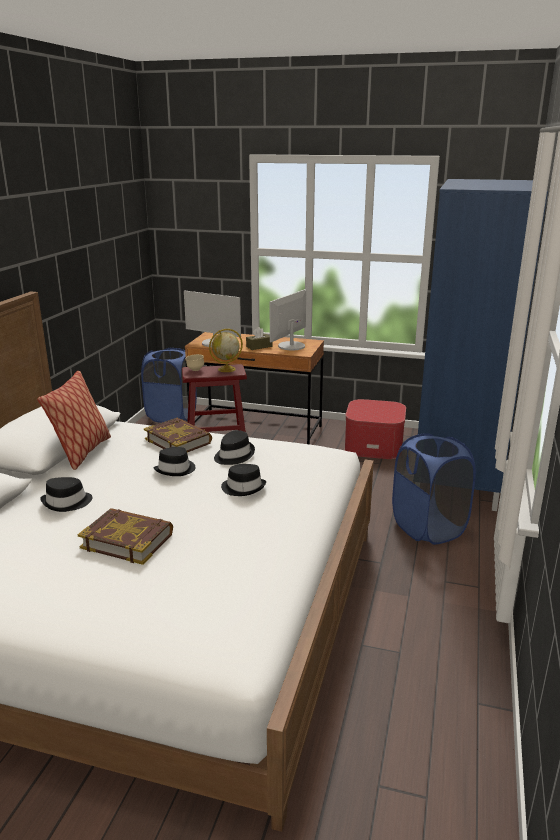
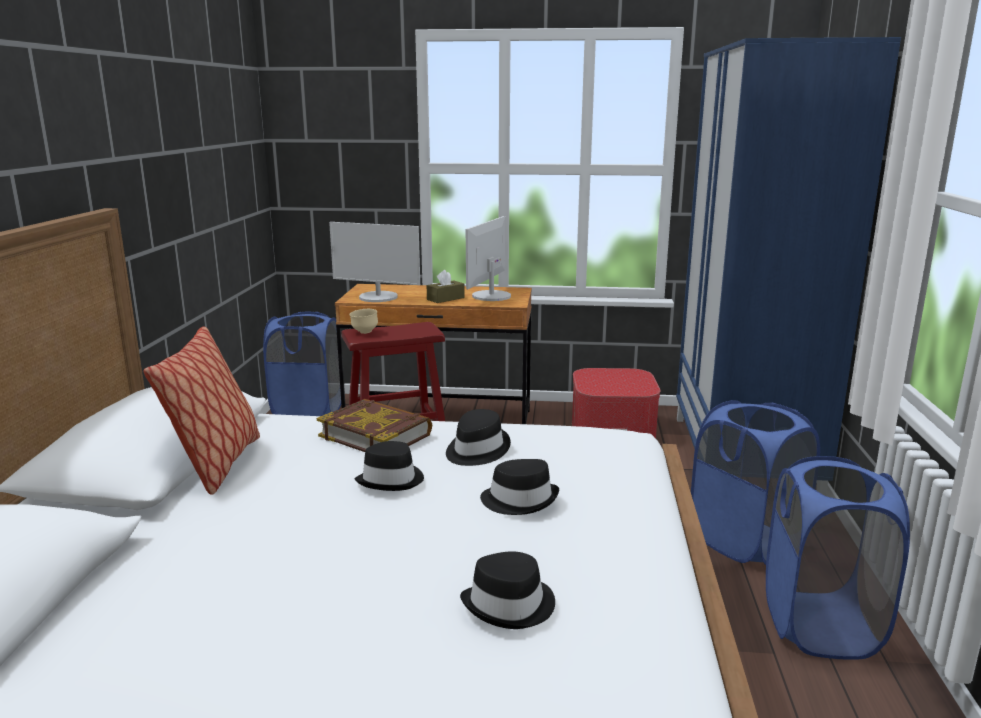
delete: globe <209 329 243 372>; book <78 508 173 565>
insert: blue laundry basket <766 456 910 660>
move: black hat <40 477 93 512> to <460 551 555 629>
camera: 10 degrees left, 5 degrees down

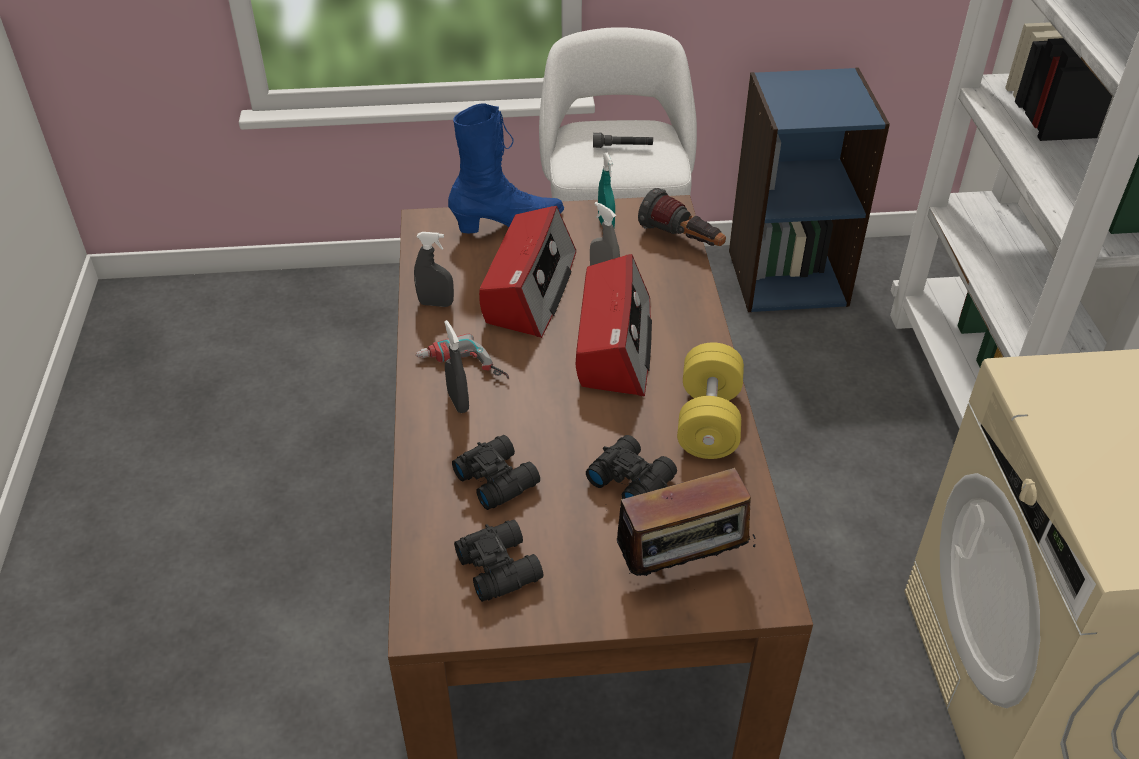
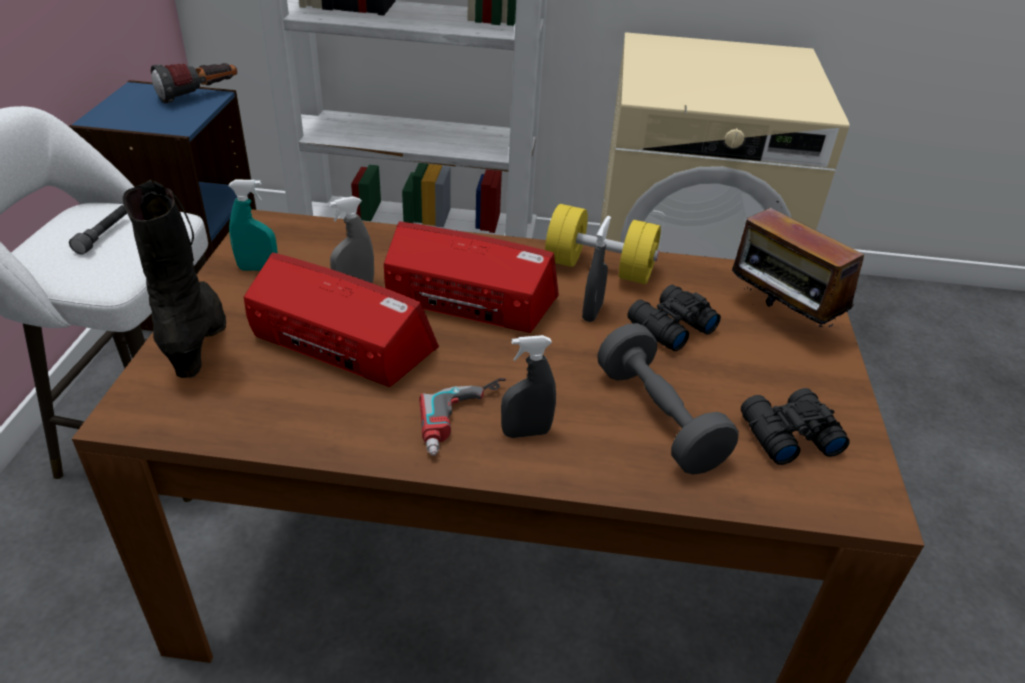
move: flashlight <638 188 726 246> to <151 63 237 103>; grey spray bottle <414 232 454 307> to <582 216 611 322>
replace: black binoculars <452 435 540 510> to grey dumbbell <597 323 739 474>
recolor: blue boot <448 103 564 234> to black boot <122 180 226 378>
rotate: radio <606 468 756 585> = <732 201 864 331> 150 degrees clockwise
camera: 80 degrees left, 5 degrees down

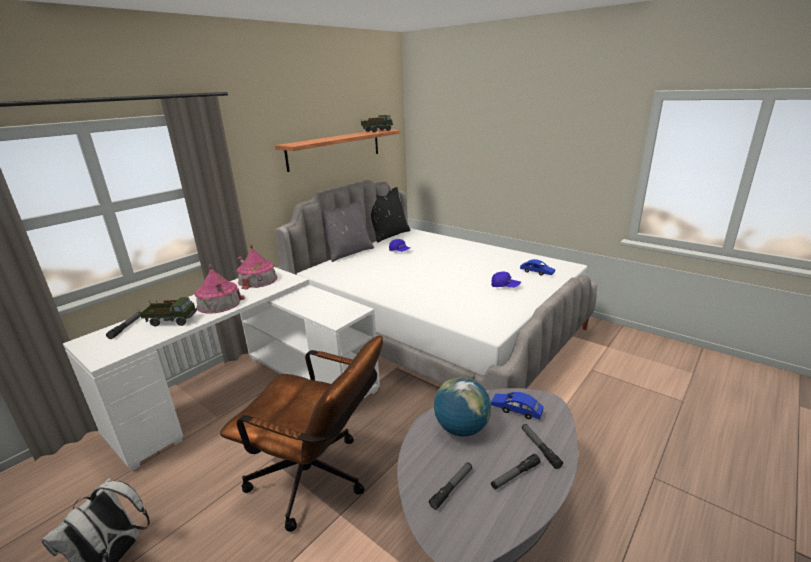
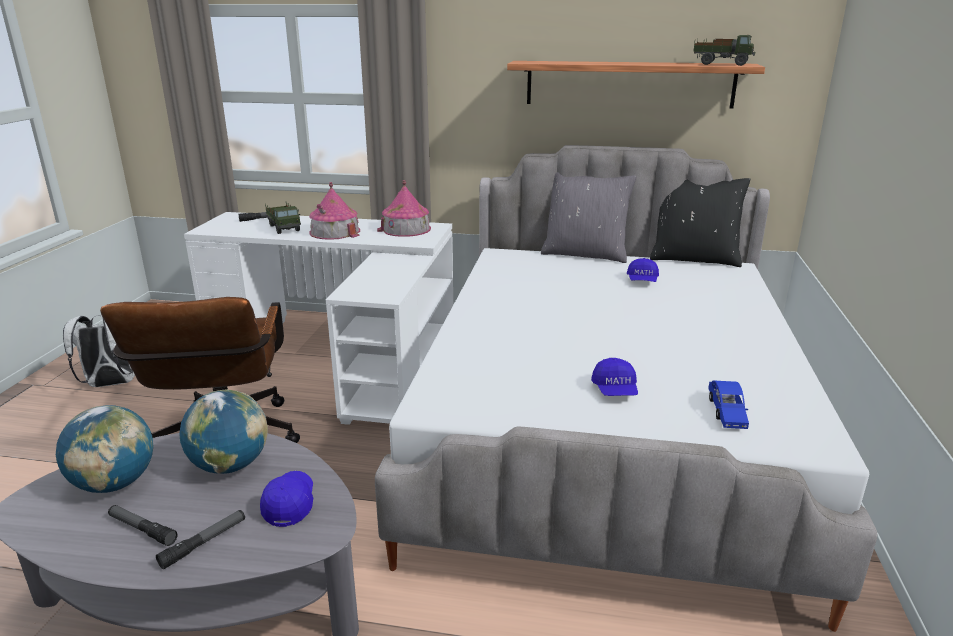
replace: blue toy car <491 392 544 419> to blue cap <260 471 313 527>; flashlight <429 462 472 510> to globe <56 405 153 493>
camera: 60 degrees right, 0 degrees up

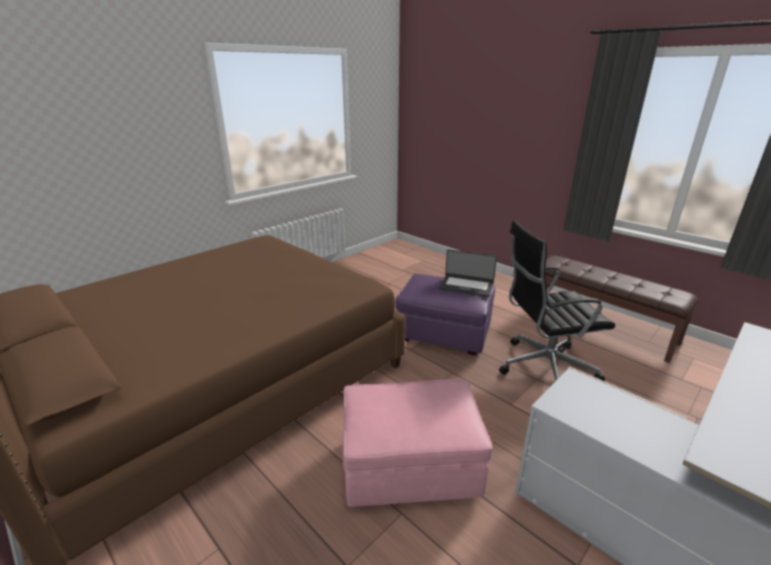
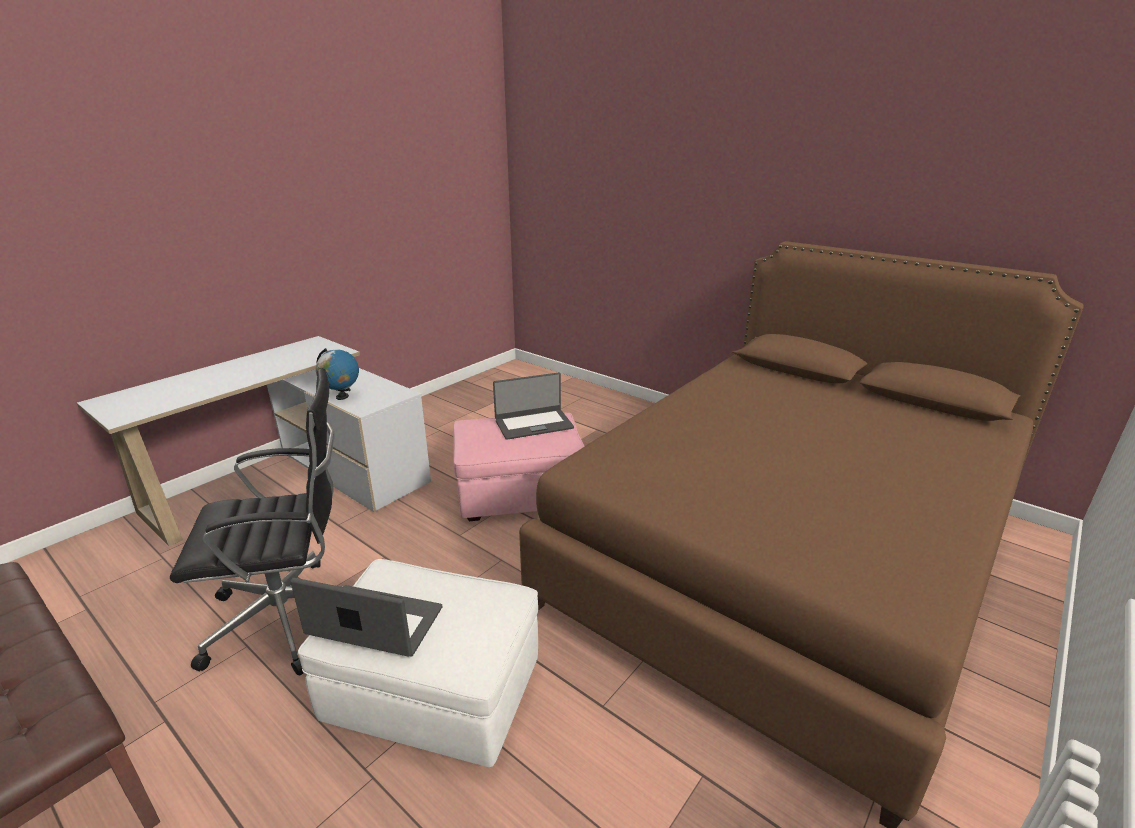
insert: globe <316 348 359 400>; laptop <493 372 574 440>
recolor: purple ottoman <395 274 495 355> to white ottoman <298 559 538 767>
camera: 175 degrees right, 0 degrees up

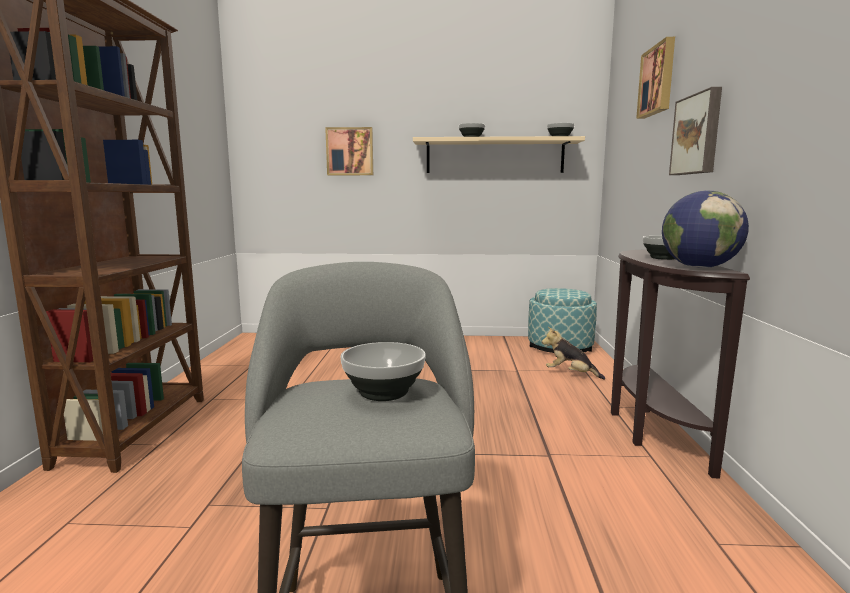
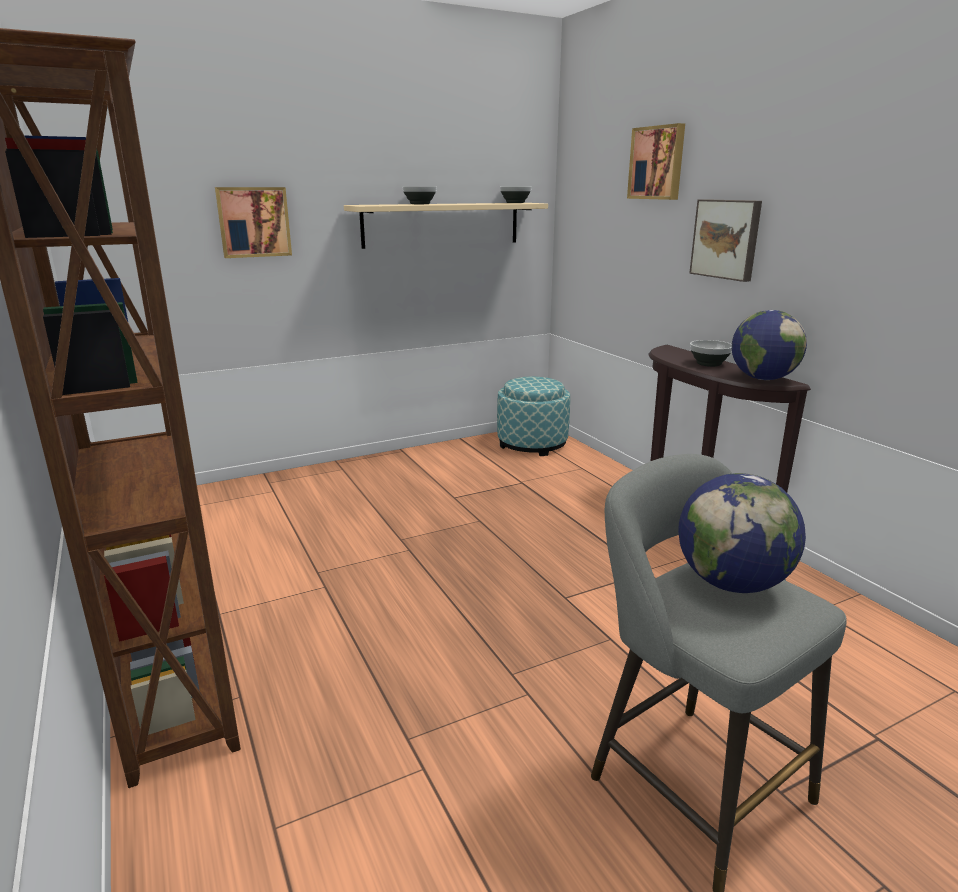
delete: plush toy <542 327 605 380>
replace: bowl <341 342 426 401> to globe <678 473 806 593>
camera: 30 degrees left, 10 degrees up

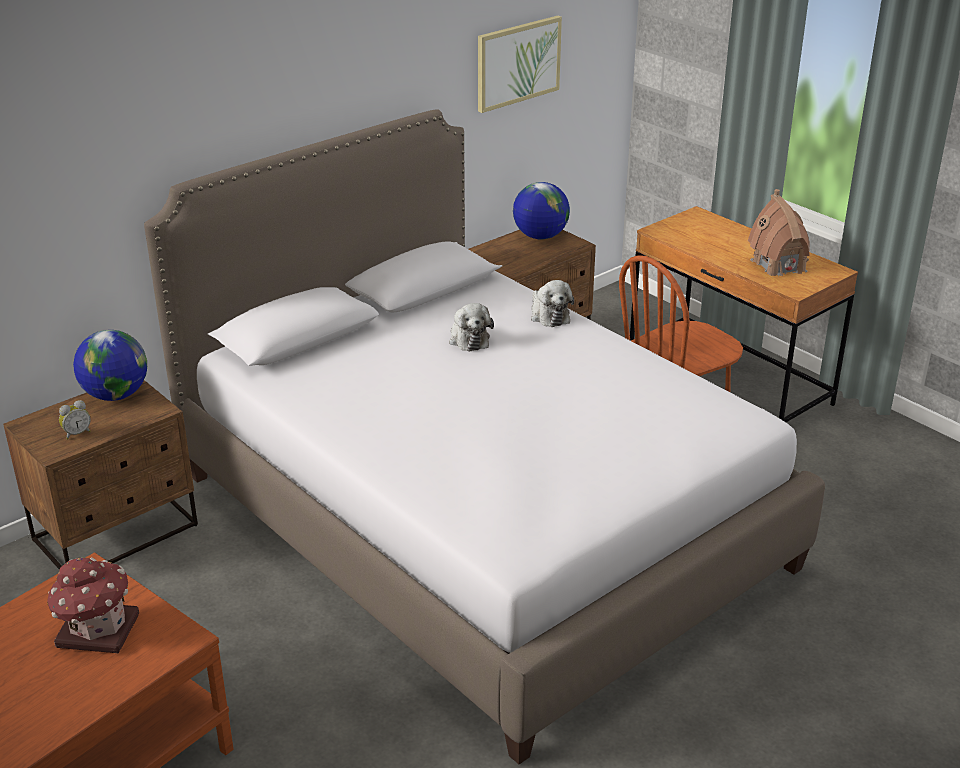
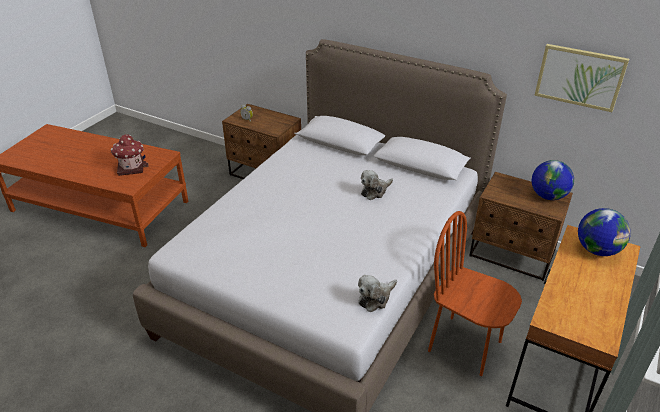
delete: toy house <748 189 810 276>
move: plush toy <531 280 574 327> to <358 275 397 312>; globe <73 330 147 401> to <578 208 631 256>
camera: 70 degrees right, 5 degrees up

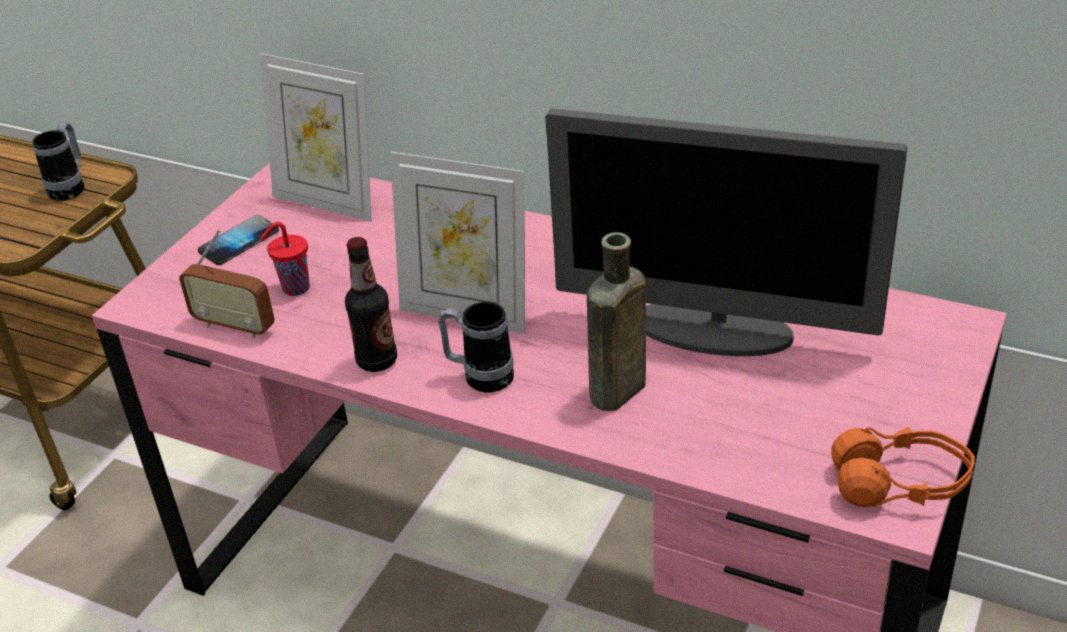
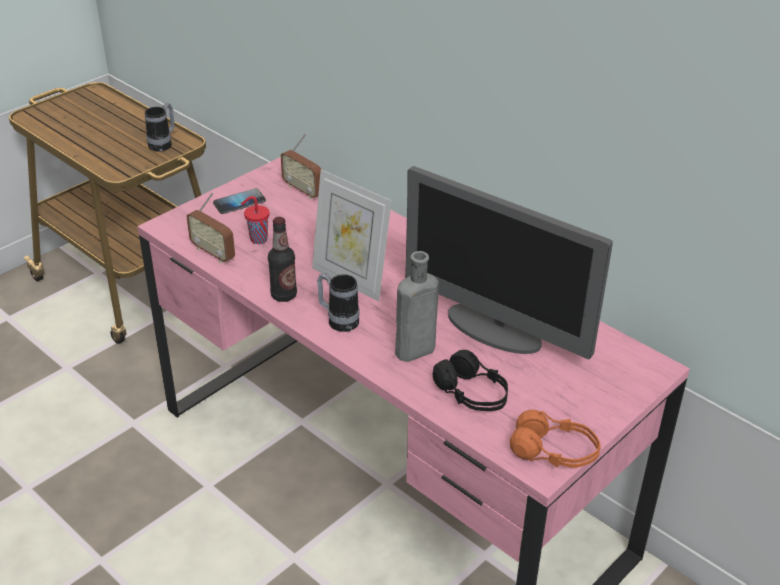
insert: black headphones <433 350 508 411>
replace: picture frame <260 53 372 222> to radio <281 133 322 199>
recolor: brown bottle <587 232 646 411> to grey bottle <395 251 439 362>
camera: 15 degrees right, 0 degrees up

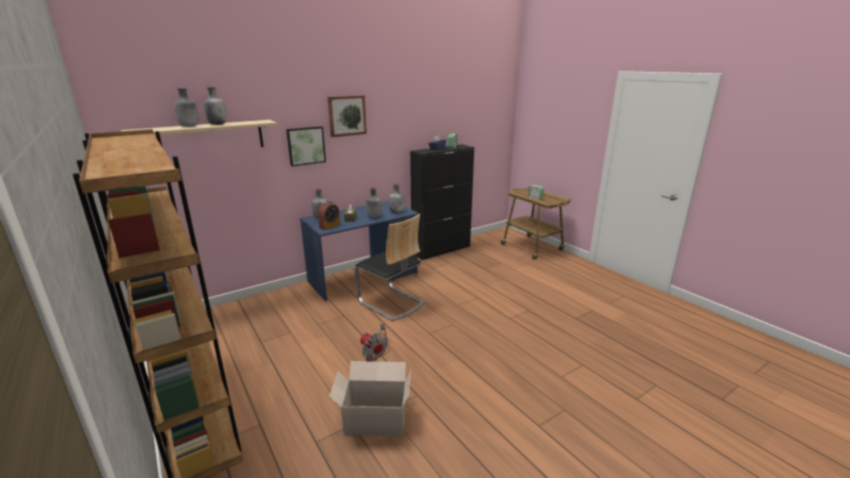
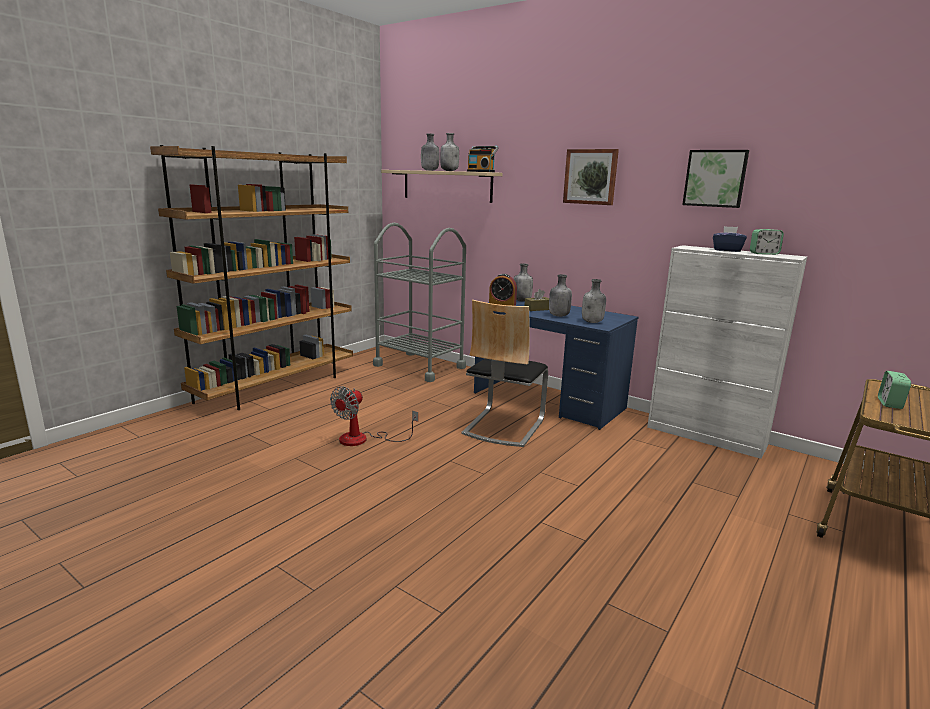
delete: cardboard box <329 361 411 436>
insert: radio <467 146 498 172>; grey cart <373 223 466 382>
move: picture <286 126 326 166> to <682 150 749 208>
recolor: black cabinet <410 144 474 260> to white cabinet <647 245 807 459>
camera: 70 degrees right, 5 degrees down

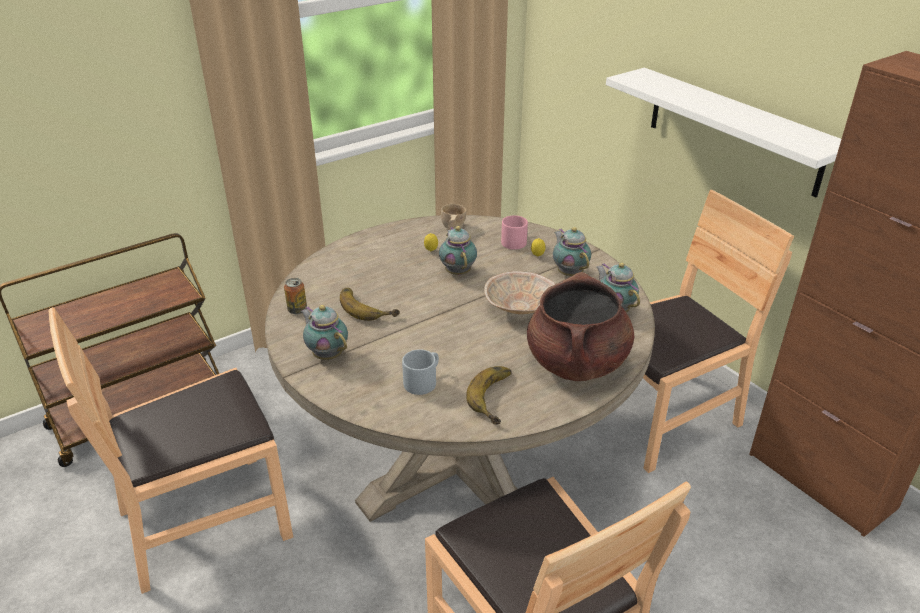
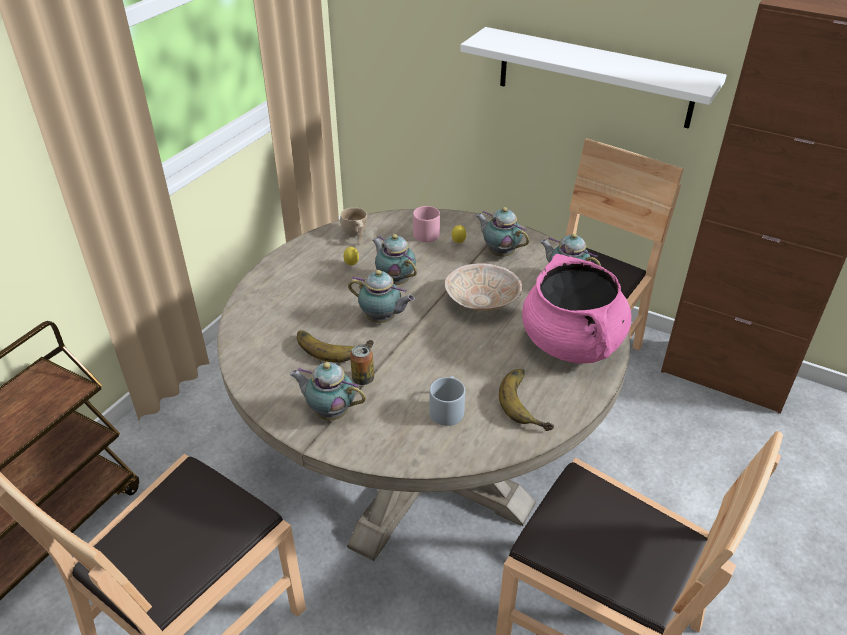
insert: teapot <348 270 415 323>
move: can <284 278 307 314> to <350 344 374 385>
recolor: brown cooking pot <527 272 634 381> to pink cooking pot <522 254 631 364>
camera: 25 degrees left, 5 degrees up

